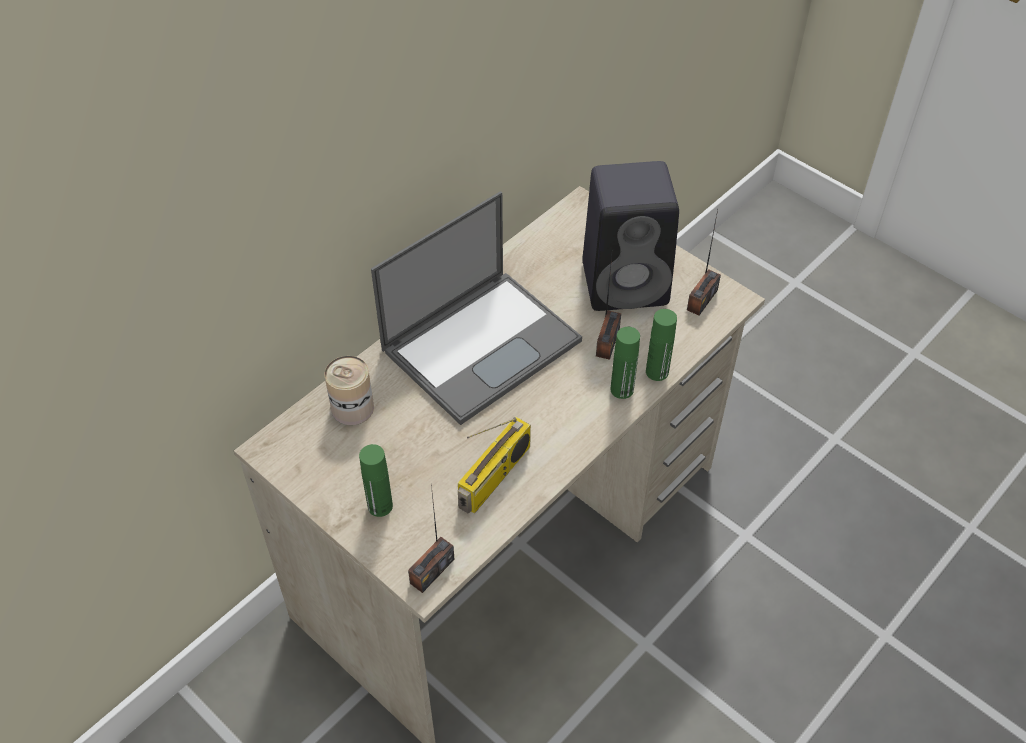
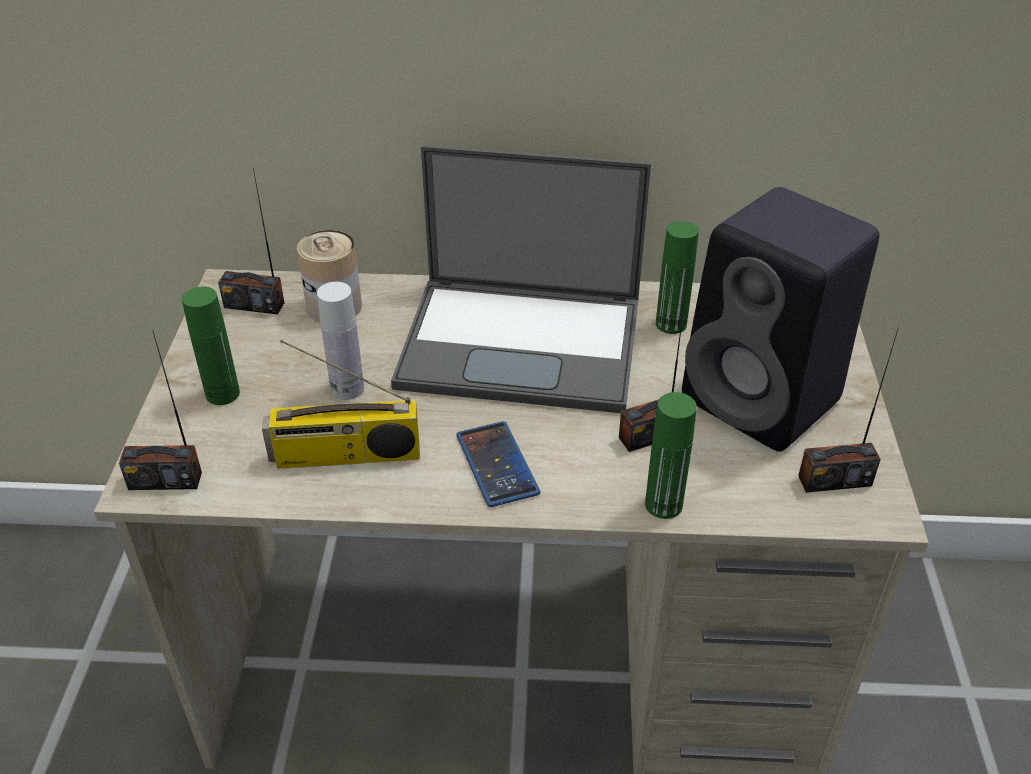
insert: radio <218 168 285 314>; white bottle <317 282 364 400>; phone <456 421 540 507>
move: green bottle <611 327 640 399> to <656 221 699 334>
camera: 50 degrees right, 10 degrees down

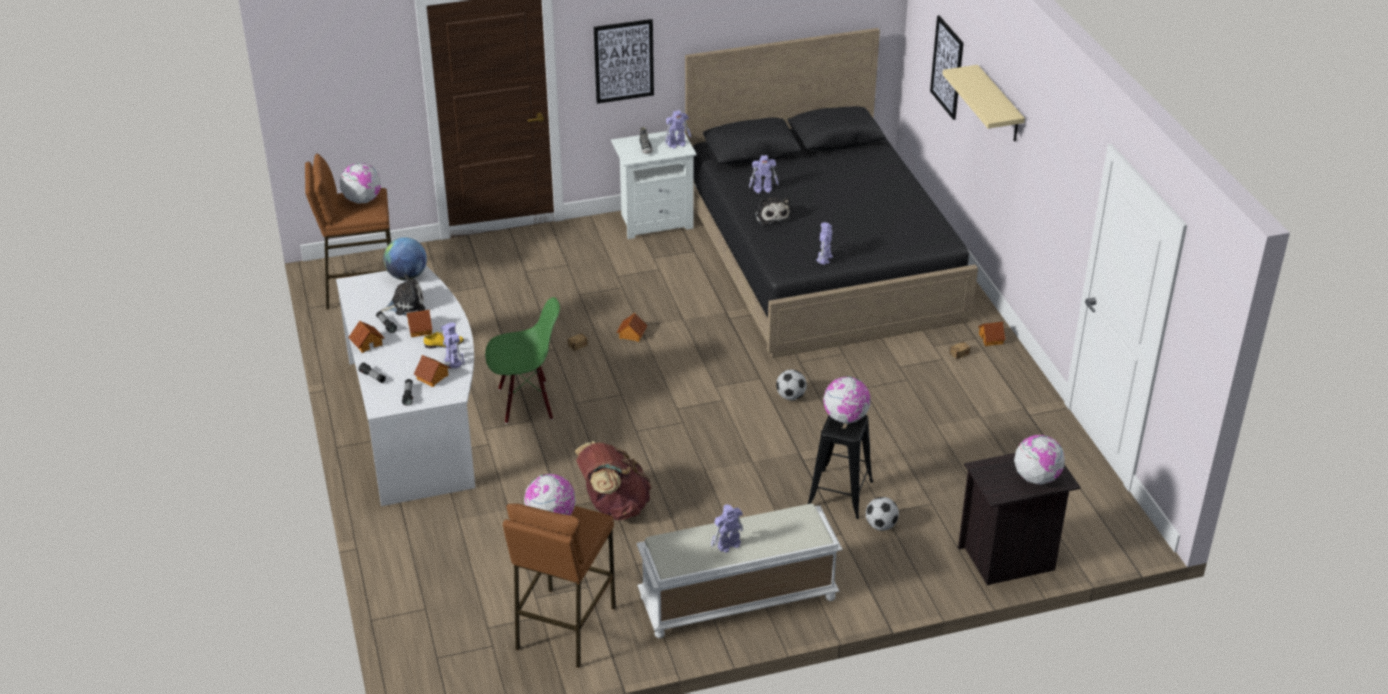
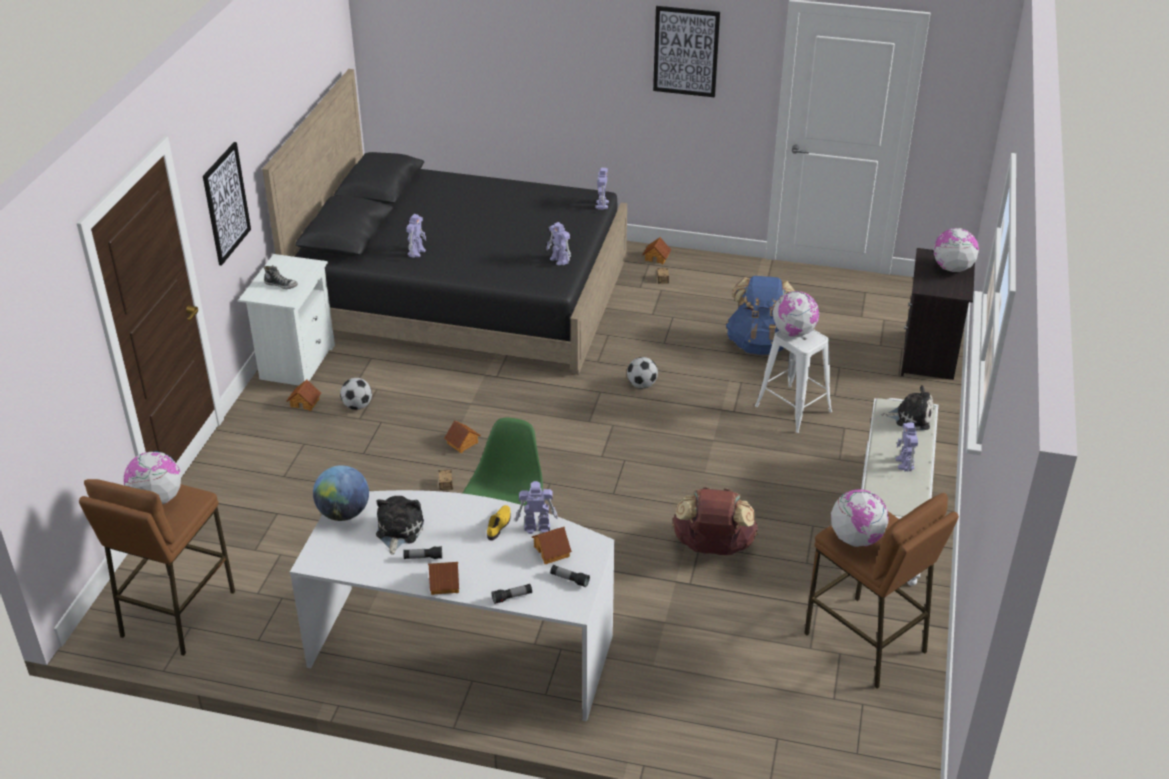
delete: beige shelf <942 65 1025 141>
insert: blue backpack <726 276 795 355>
move: picture <930 16 964 120> to <653 6 720 97>; toy robot <665 110 691 149> to <595 168 609 210>; plush toy <755 197 790 225> to <881 385 933 430>; toy house <407 310 432 337> to <287 380 321 411>; football <866 497 899 531> to <340 378 372 410>
recolor: black stool <808 415 873 519> to white stool <755 329 832 433>
camera: 60 degrees left, 0 degrees up

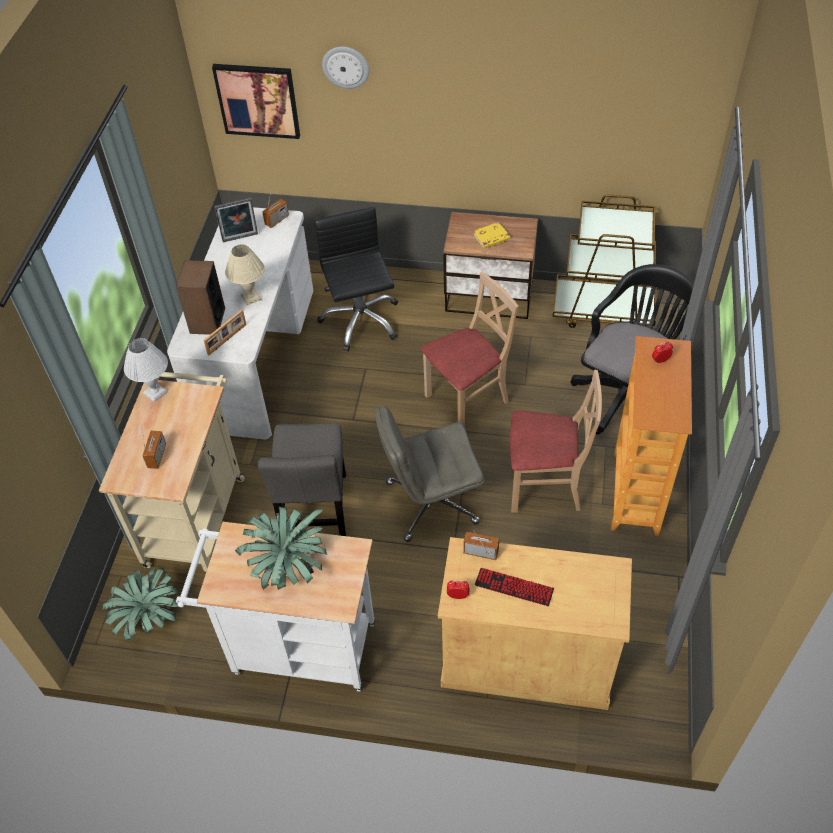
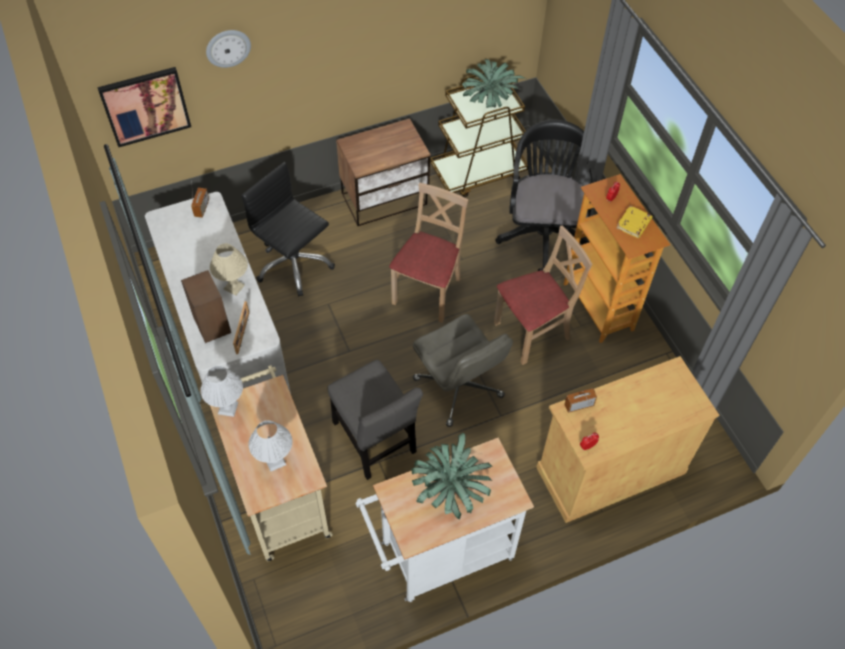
delete: picture frame <214 198 258 242>; keyboard <475 568 554 606>
move: yellow book <473 222 510 249> to <616 205 653 238>; potted plant <102 567 179 641> to <462 59 526 108>
replace: radio <141 425 166 469> to white table lamp <249 420 292 472>
rotate: grey office chair <374 406 484 542> = <413 314 513 427> 75 degrees counterclockwise
camera: 35 degrees left, 5 degrees up

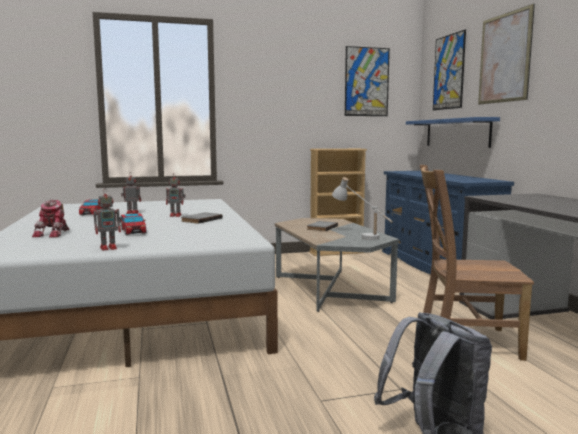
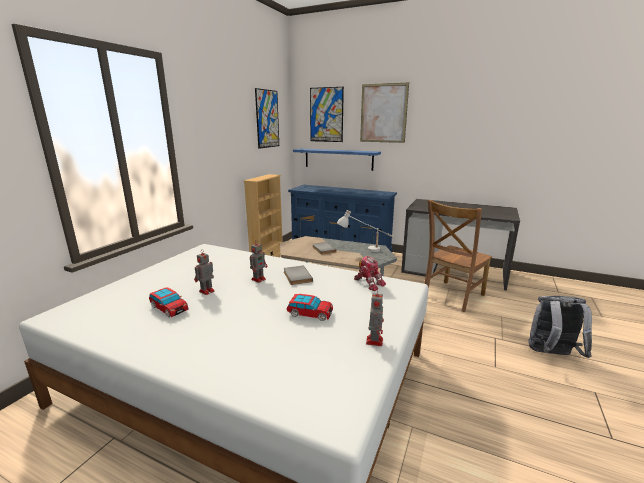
move: toy robot <32 200 70 238> to <354 256 386 291>
camera: 50 degrees left, 10 degrees up

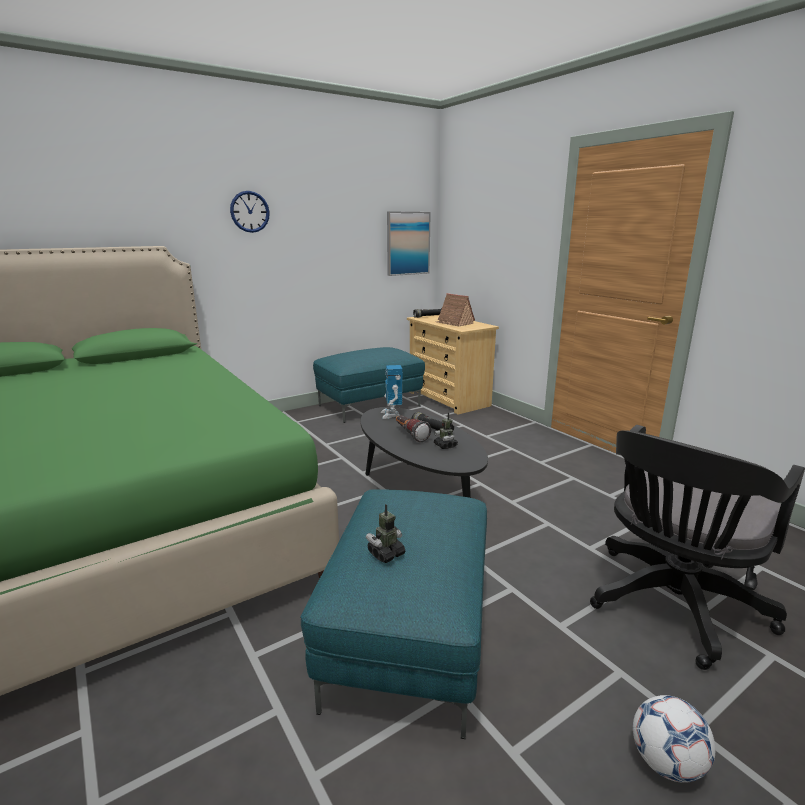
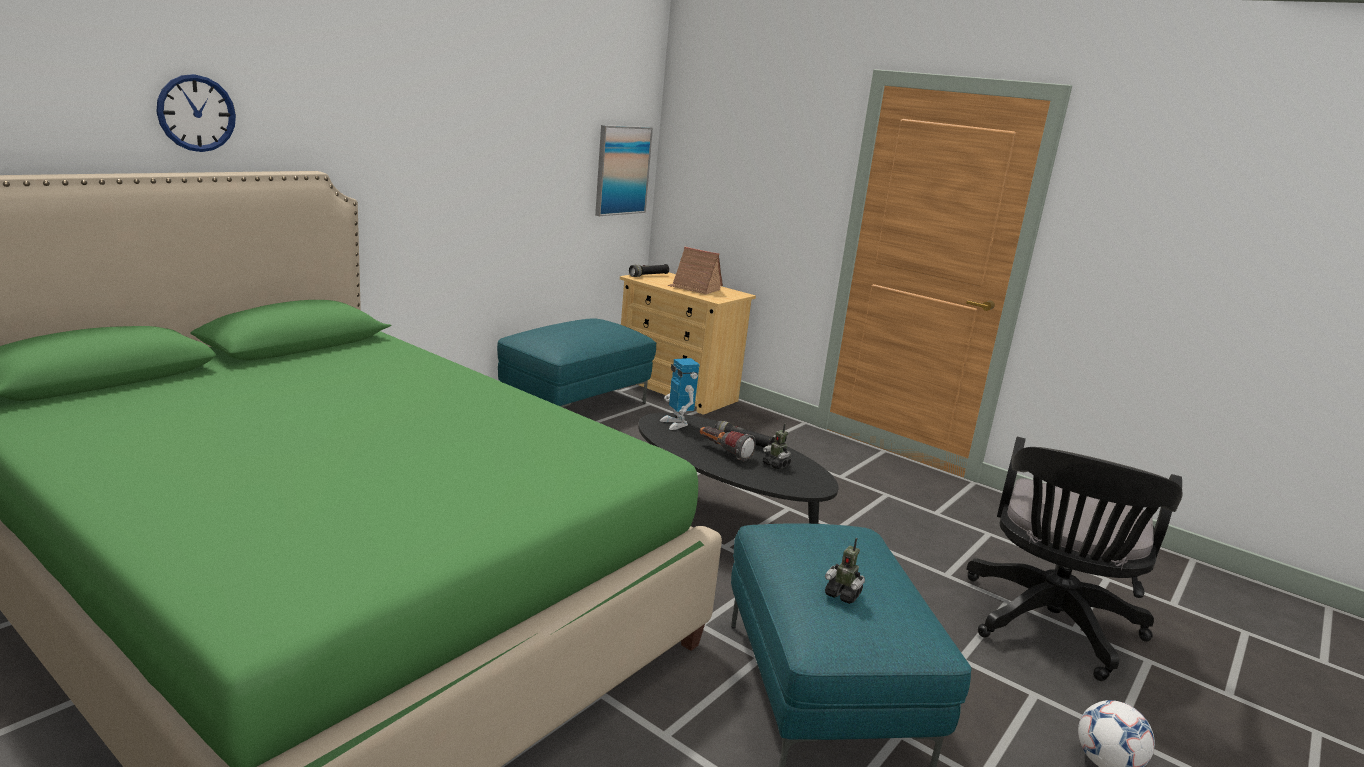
move: wall clock <230 191 270 233> to <156 74 236 152>
rotate: toy robot <366 504 405 563> = <825 538 865 604> 90 degrees counterclockwise
camera: 20 degrees left, 0 degrees up

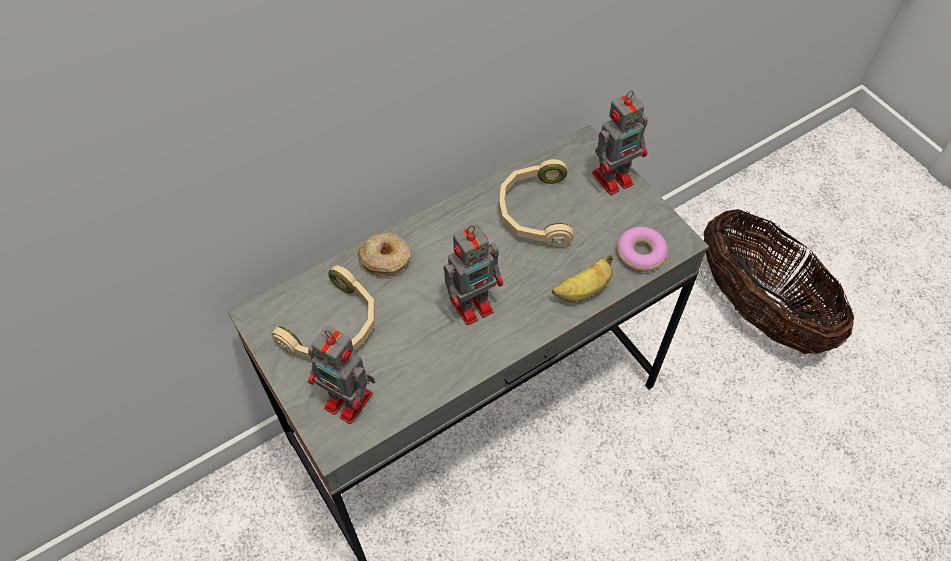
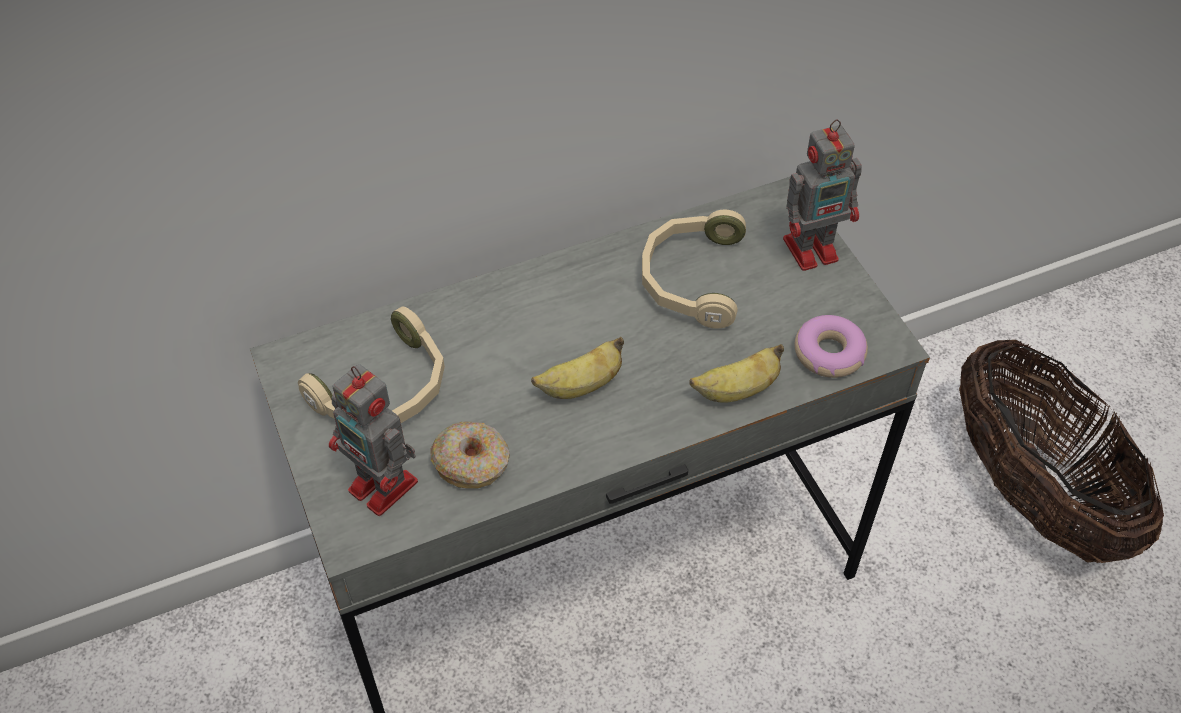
move: donut <358 232 411 276> to <430 421 510 489>
replace: toy robot <444 224 503 325> to banana <531 337 624 399>
camera: 10 degrees right, 5 degrees down

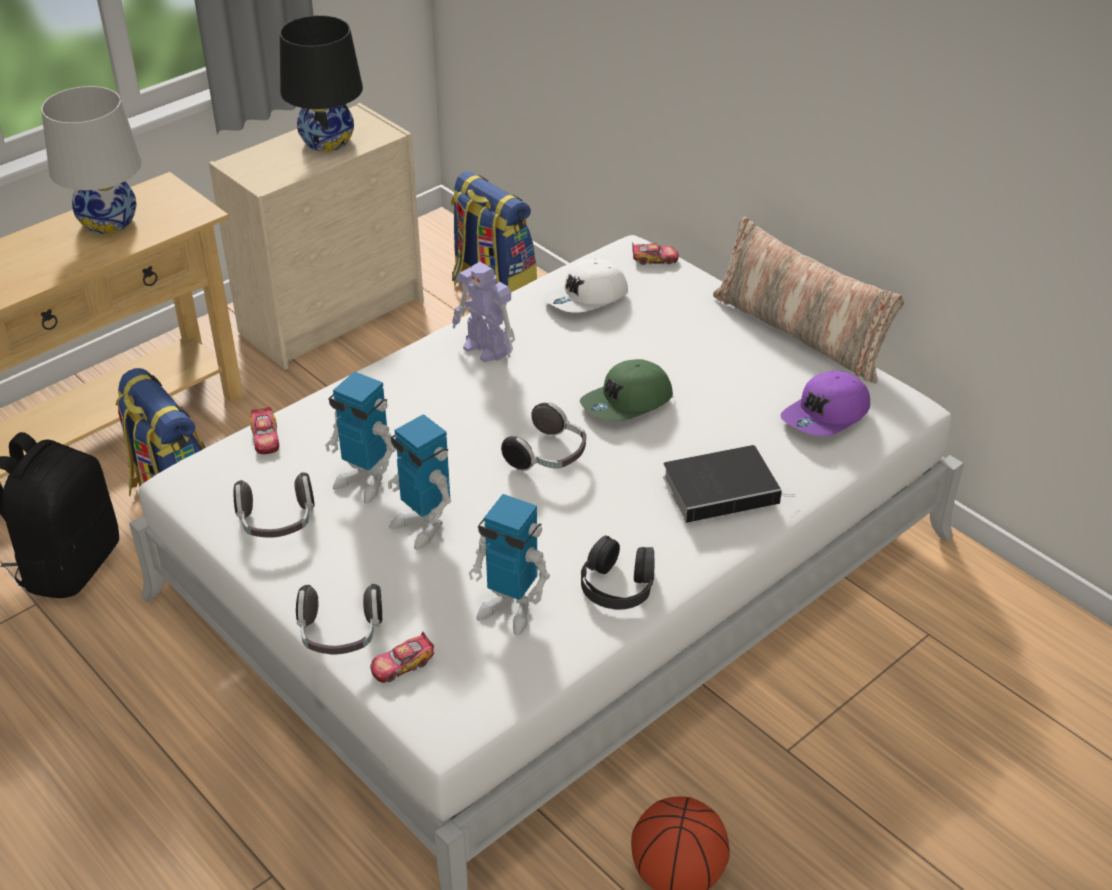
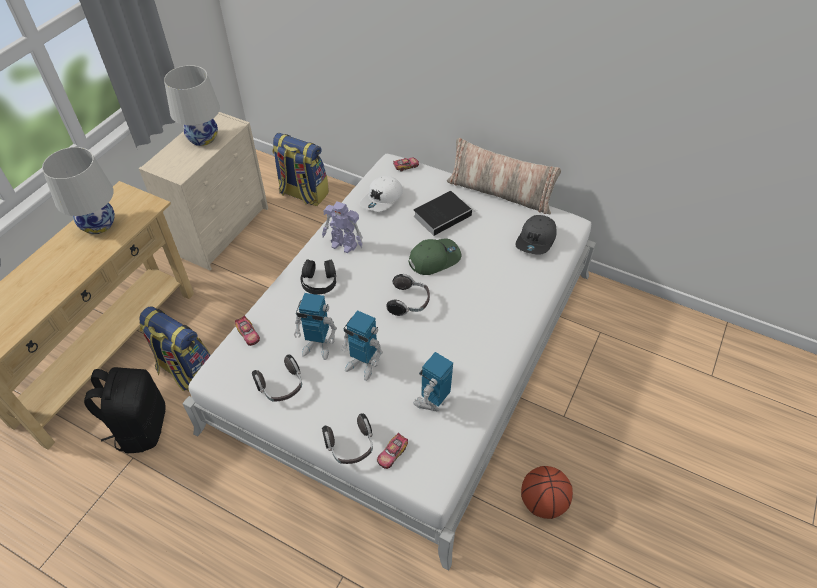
move: book <663 445 796 523> to <413 191 475 236>; black headphones <581 536 654 609> to <301 259 336 295>
recolor: black table lamp <280 15 363 152> to white table lamp <164 65 220 146>; purple cap <781 371 870 436> to grey cap <515 215 557 255>
rotate: green cap <580 359 673 421> = <409 239 461 275> 150 degrees counterclockwise; toy robot <469 494 550 635> = <413 352 453 411> 120 degrees clockwise
camera: 20 degrees left, 10 degrees up

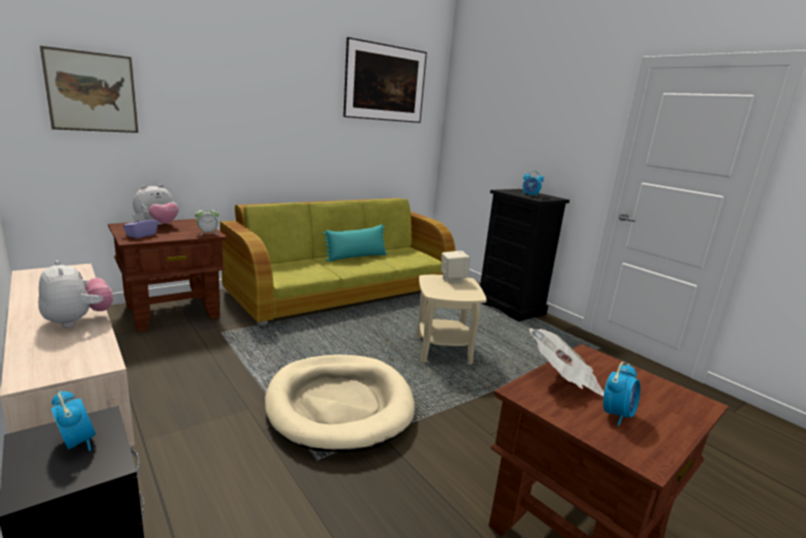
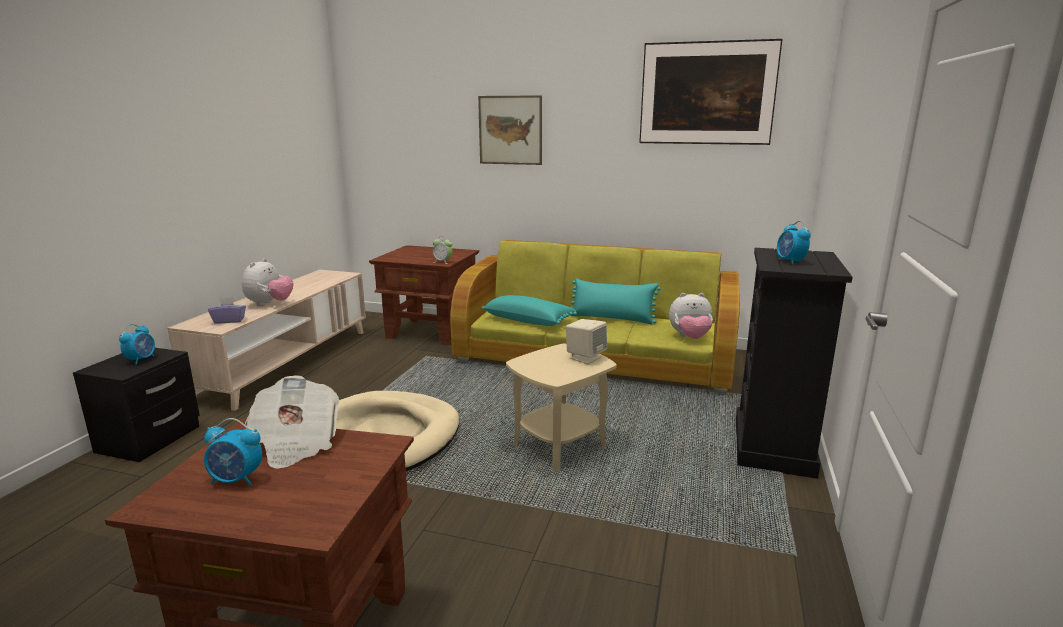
insert: turquoise pillow <482 295 577 326>
move: picture <40 46 138 133> to <478 95 542 165>; plush toy <133 184 179 225> to <669 293 713 339>; purple tissue box <122 213 158 238> to <208 297 246 324>
camera: 55 degrees right, 0 degrees up

